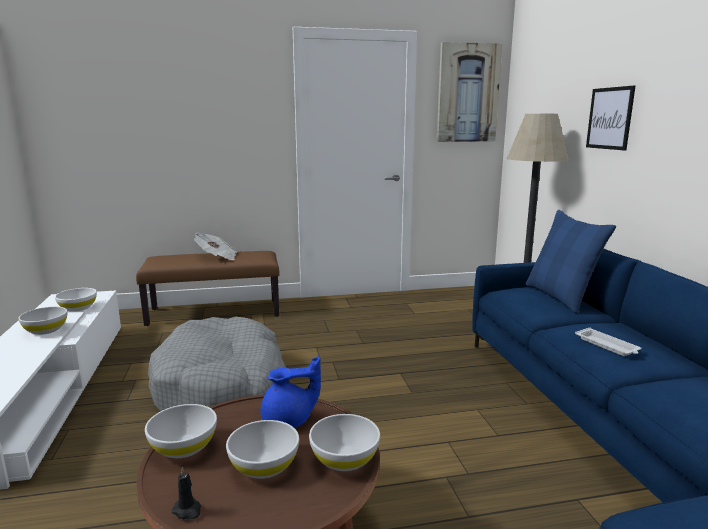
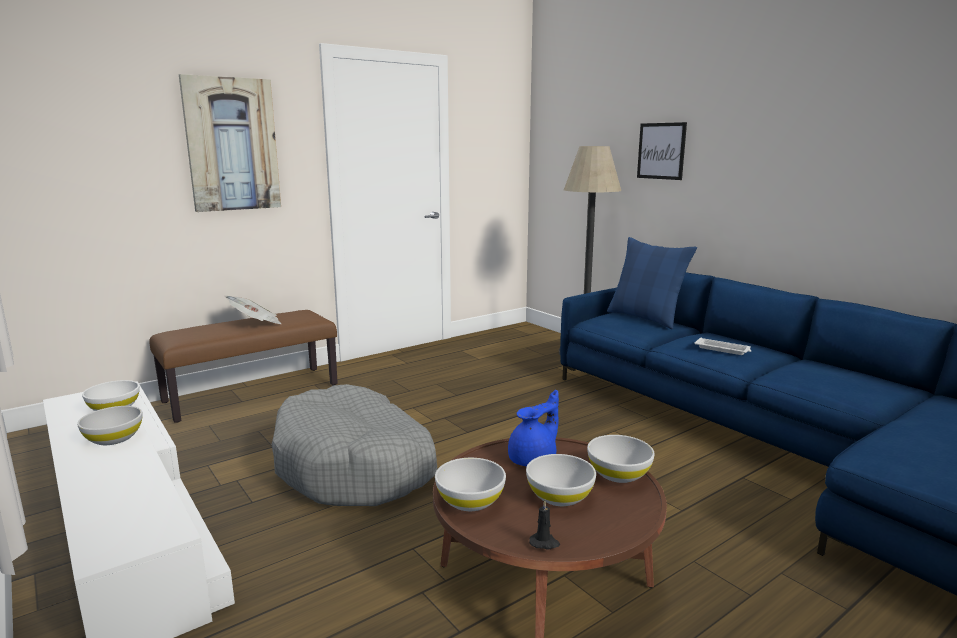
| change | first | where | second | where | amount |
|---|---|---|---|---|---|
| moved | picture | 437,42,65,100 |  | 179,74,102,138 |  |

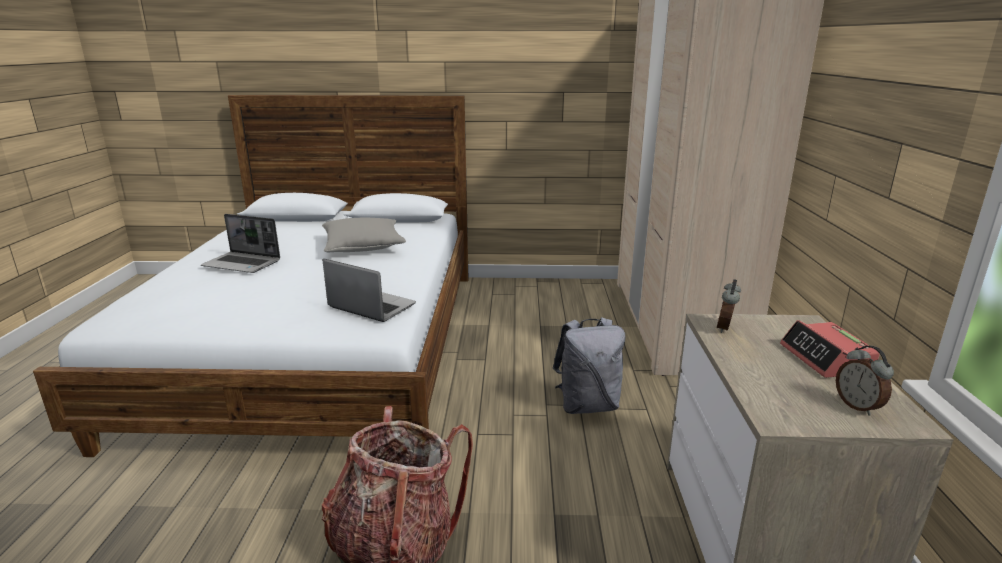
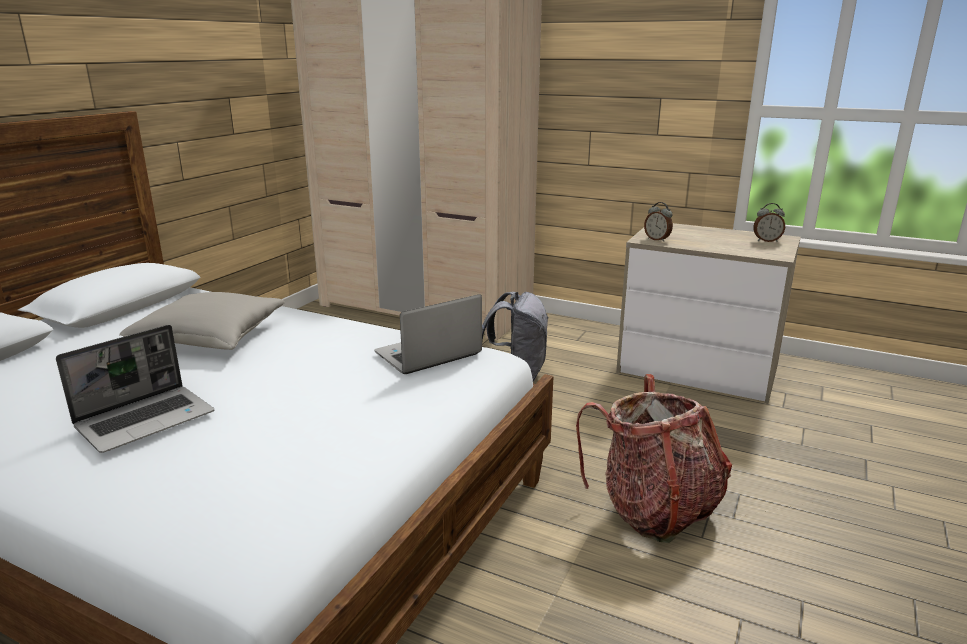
| change | first | where | second | where | amount |
|---|---|---|---|---|---|
| removed | alarm clock | 780,320,100,58 |  |  |  |

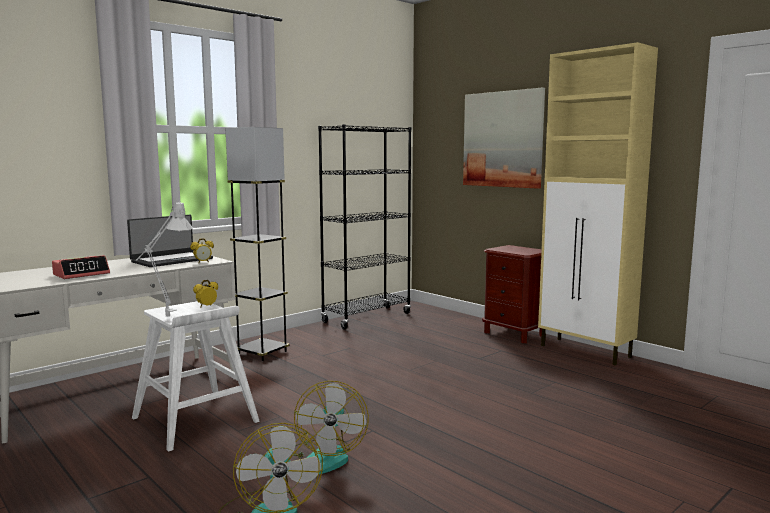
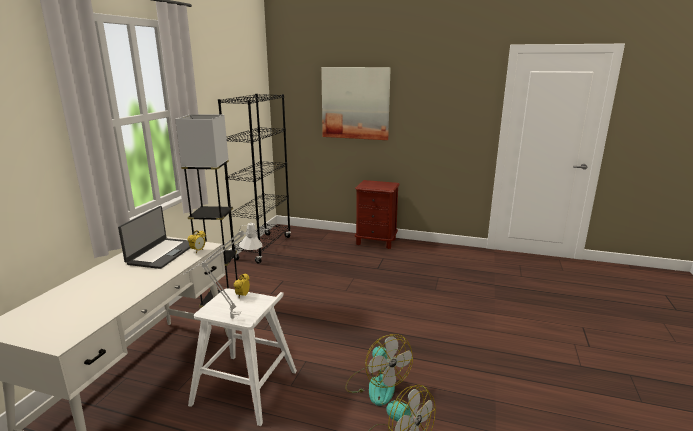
| change | first | where | second | where | amount |
|---|---|---|---|---|---|
| removed | alarm clock | 52,255,58,24 |  |  |  |
| removed | cabinet (beige) | 538,42,120,323 |  |  |  |

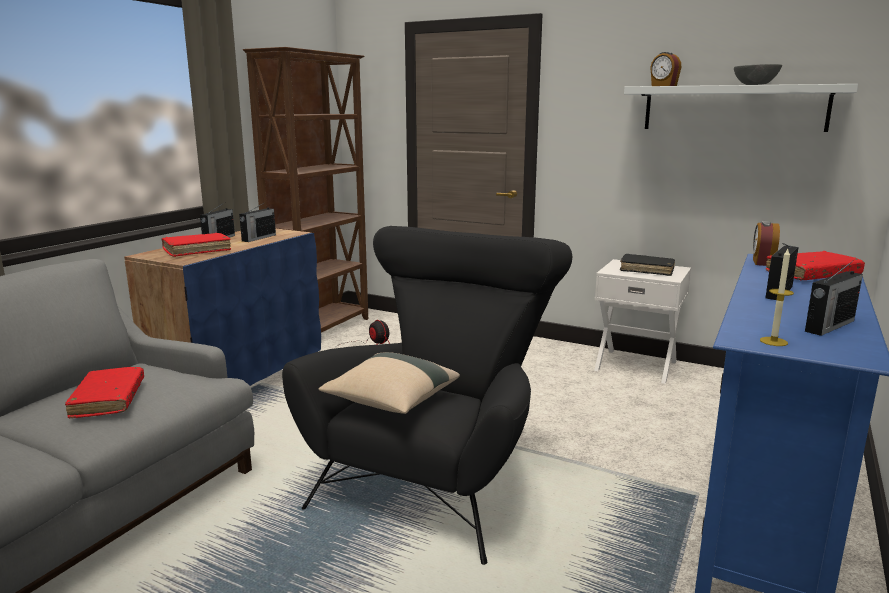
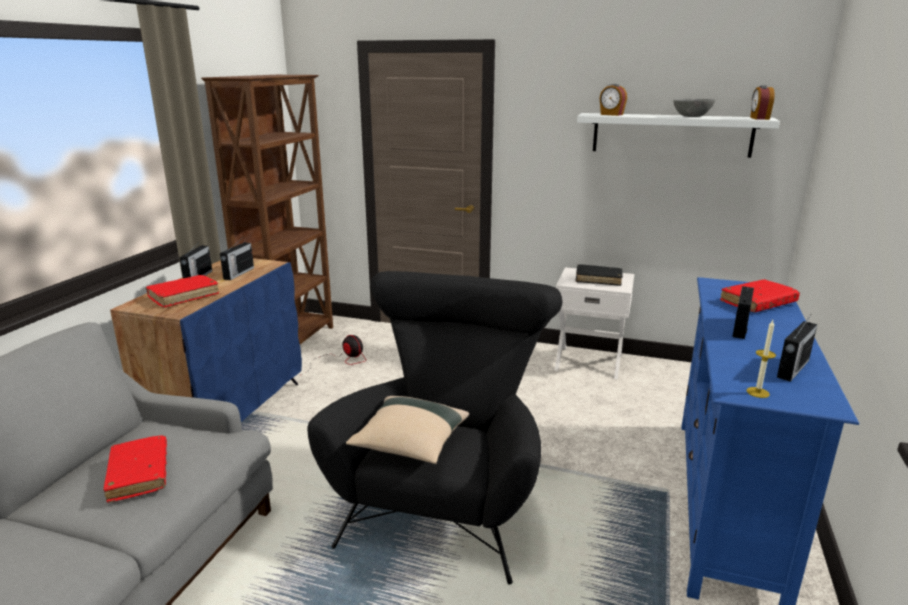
| change | first | where | second | where | amount |
|---|---|---|---|---|---|
| moved | alarm clock | 753,221,27,45 |  | 750,86,25,34 |  |

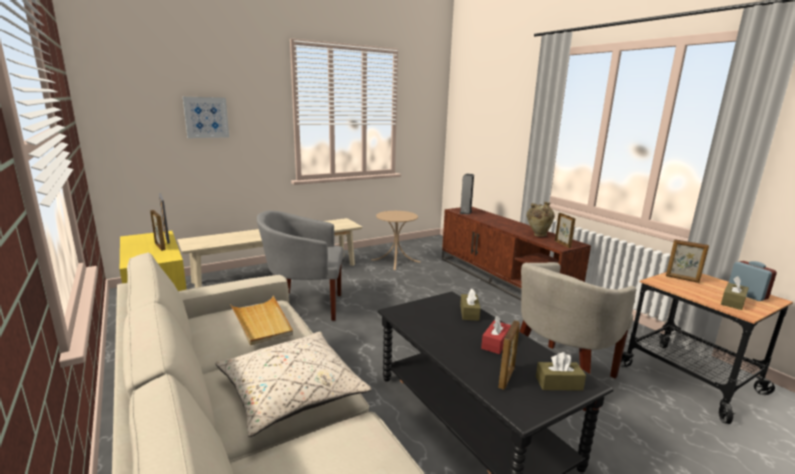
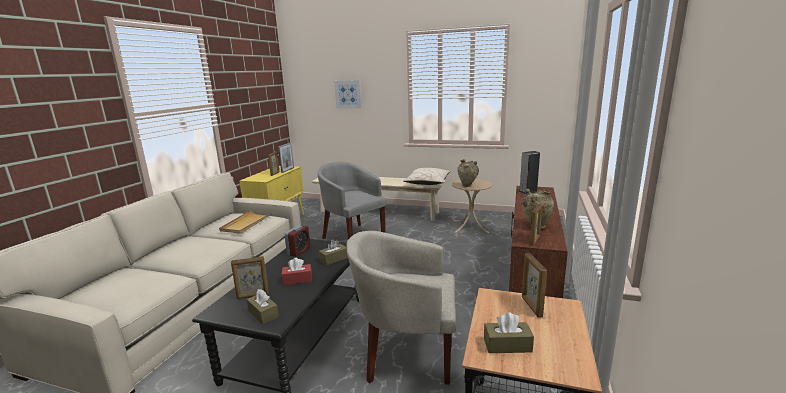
| change | first | where | second | where | amount |
|---|---|---|---|---|---|
| moved | alarm clock | 729,261,48,40 |  | 284,225,26,32 |  |
| moved | pillow (beige) | 215,331,157,106 |  | 403,168,47,17 |  |
| added |  |  | vase (beige) | 457,159,22,28 |  |

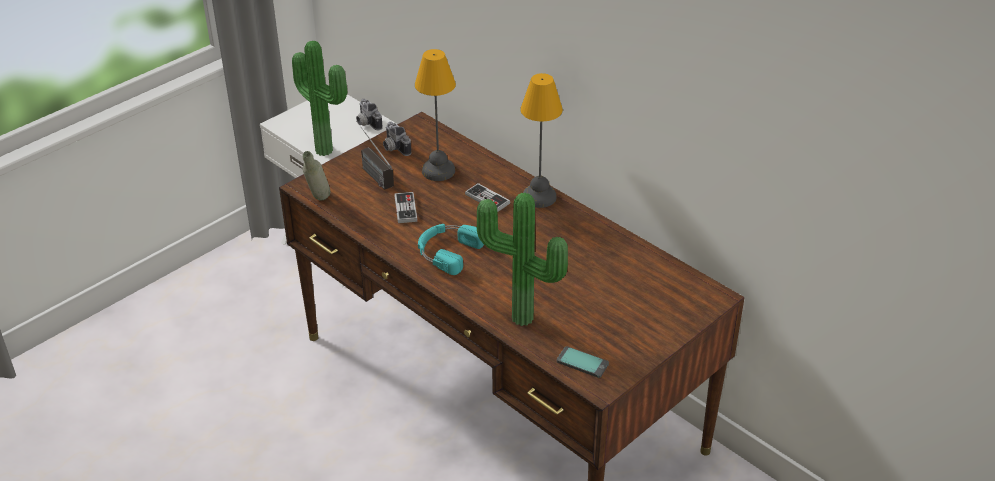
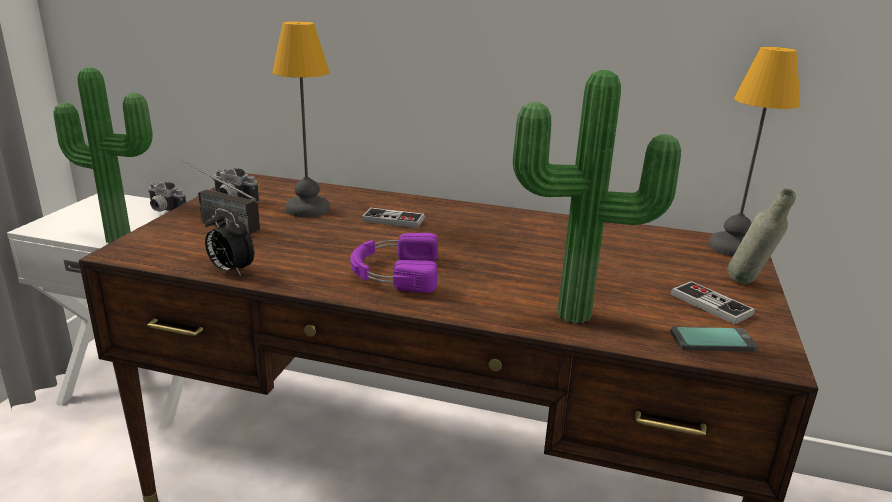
| change | first | where | second | where | amount |
|---|---|---|---|---|---|
| added |  |  | alarm clock | 205,209,49,67 |  |
| recoloured | headphones (turquoise) | 418,224,66,51 | headphones (purple) | 350,233,88,60 |  |
| moved | game controller | 394,192,24,31 |  | 671,281,84,44 |  |
| moved | table lamp | 520,73,43,135 |  | 709,47,91,210 |  |
| moved | bottle (grey) | 303,151,27,49 |  | 727,189,69,95 |  |

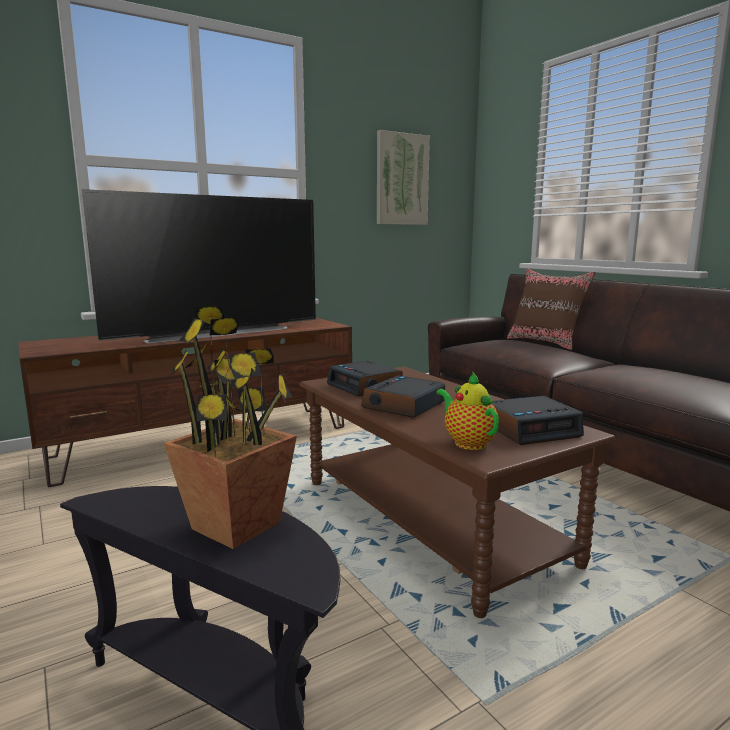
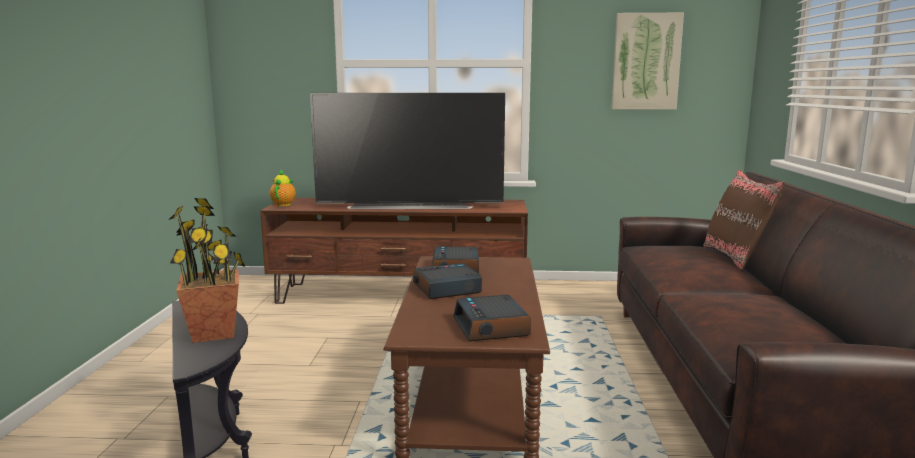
| change | first | where | second | where | amount |
|---|---|---|---|---|---|
| moved | teapot | 436,372,63,78 |  | 270,169,26,37 |  |
| turned | alarm clock | 492,396,92,49 |  | 453,295,78,46 | 60 degrees clockwise |

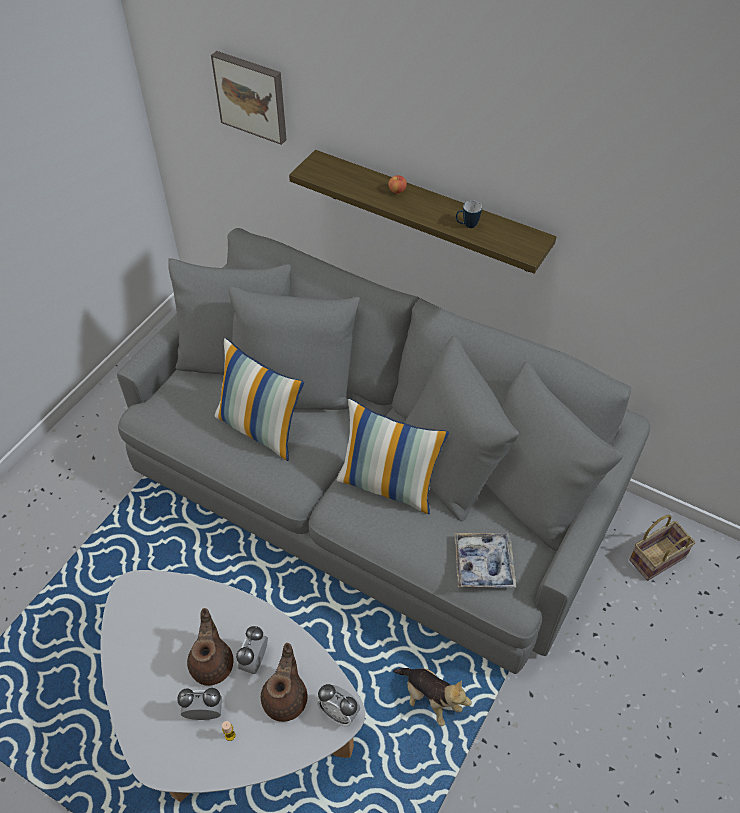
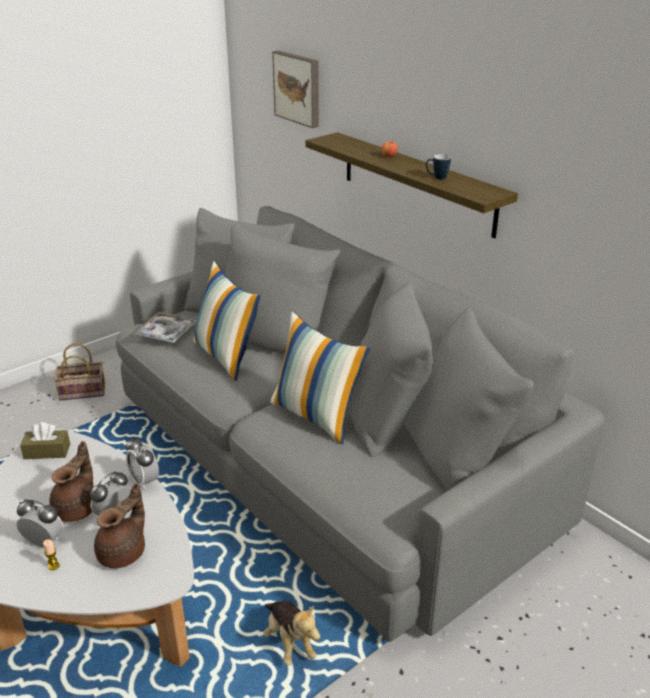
| change | first | where | second | where | amount |
|---|---|---|---|---|---|
| added |  |  | tissue box (brown) | 20,422,50,37 |  |
| moved | basket | 629,515,66,66 |  | 54,343,51,58 |  |
| moved | alarm clock | 317,684,43,42 |  | 126,437,33,53 |  |
| moved | tray | 454,533,62,55 |  | 133,312,64,31 |  |

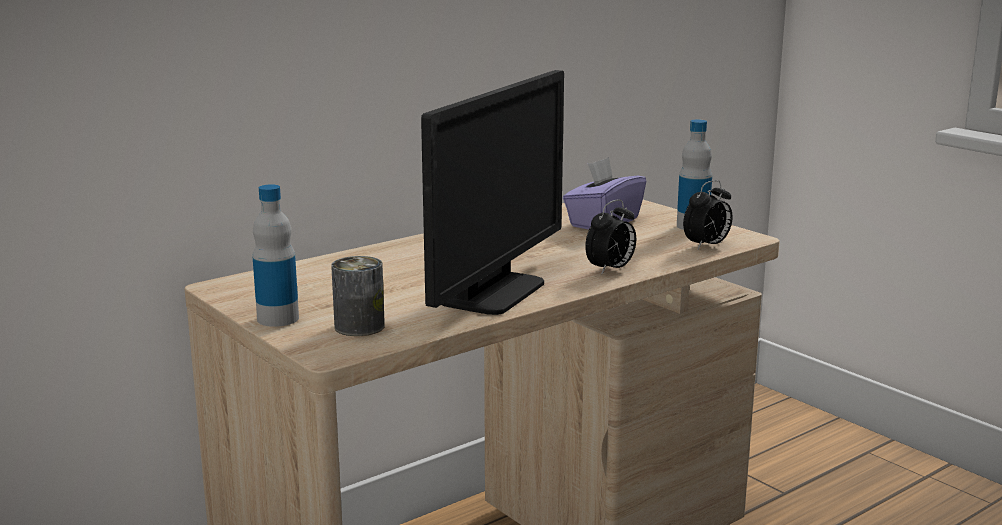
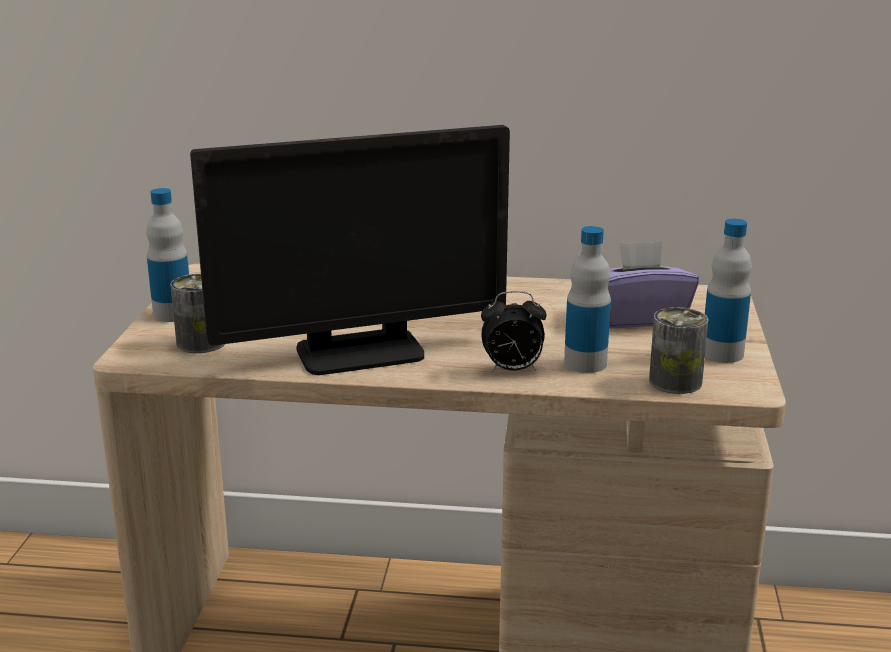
| change | first | where | second | where | amount |
|---|---|---|---|---|---|
| added |  |  | bottle | 564,226,47,147 |  |
| replaced | alarm clock | 683,180,49,70 | can | 649,307,59,87 |  |

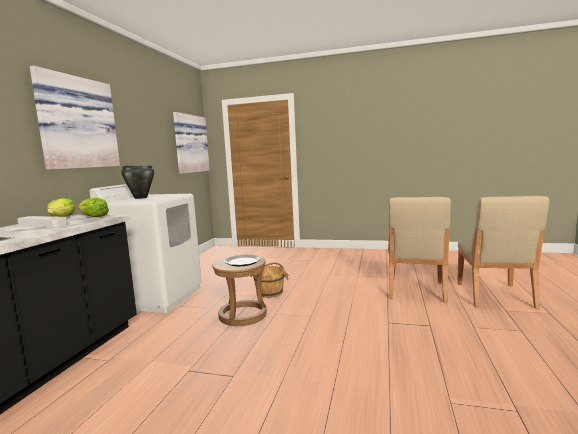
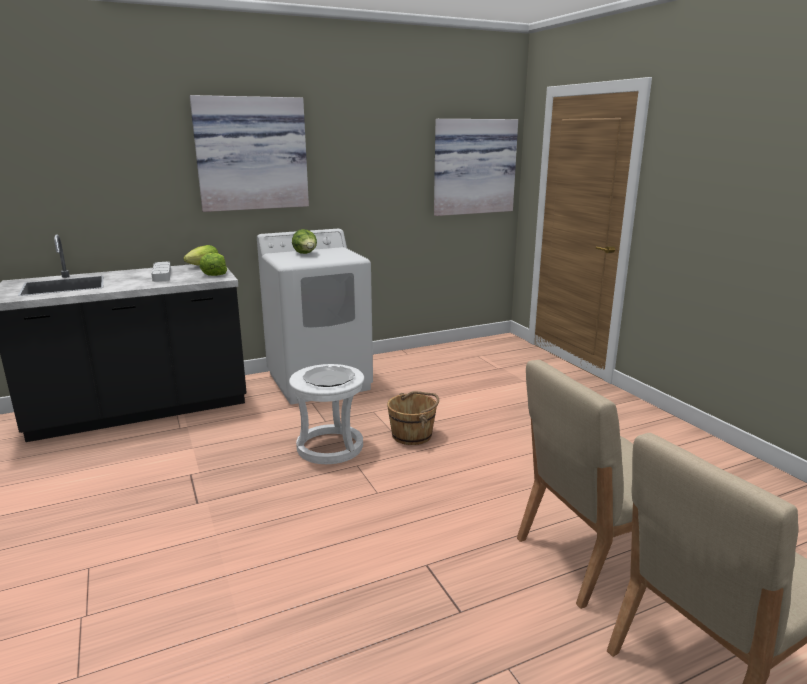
| change | first | where | second | where | amount |
|---|---|---|---|---|---|
| recoloured | stool (brown) | 212,256,55,70 | stool (white) | 289,364,75,100 |  |
| replaced | cooking pot (black) | 121,166,33,33 | lettuce | 292,229,25,25 |  |

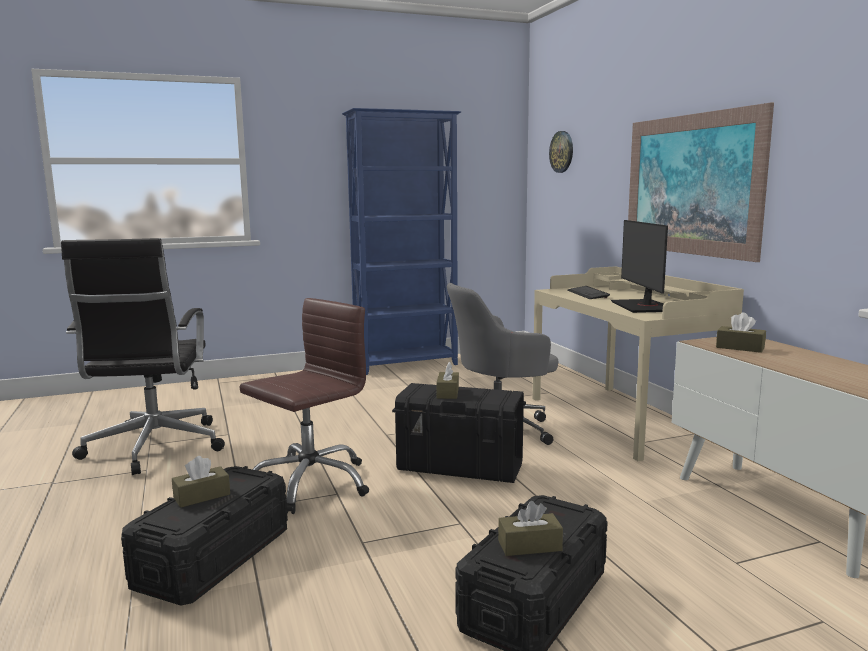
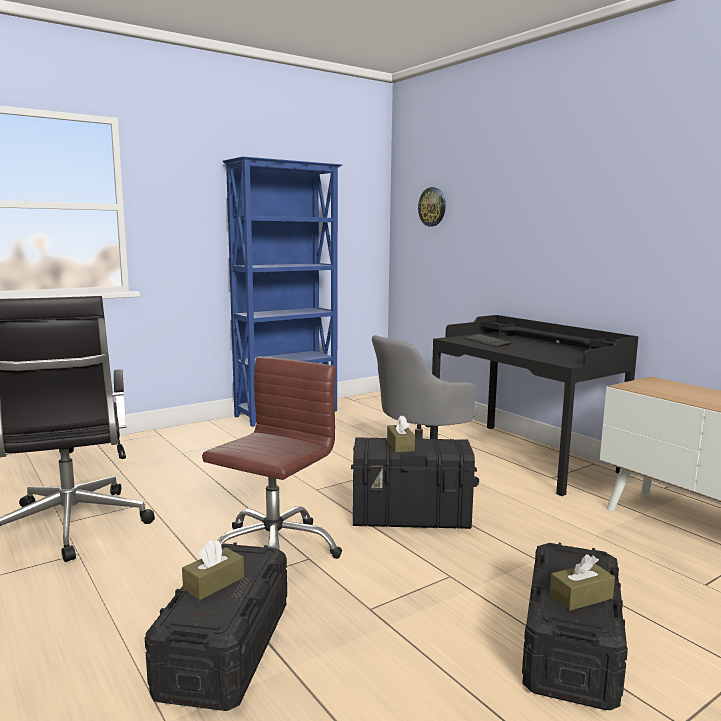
| change | first | where | second | where | amount |
|---|---|---|---|---|---|
| recoloured | desk (beige) | 532,266,212,195 | desk (black) | 430,315,208,181 |  |
| removed | monitor | 611,220,57,93 |  |  |  |
| removed | picture | 628,102,146,160 |  |  |  |
| removed | tissue box (brown) | 716,312,50,41 |  |  |  |

